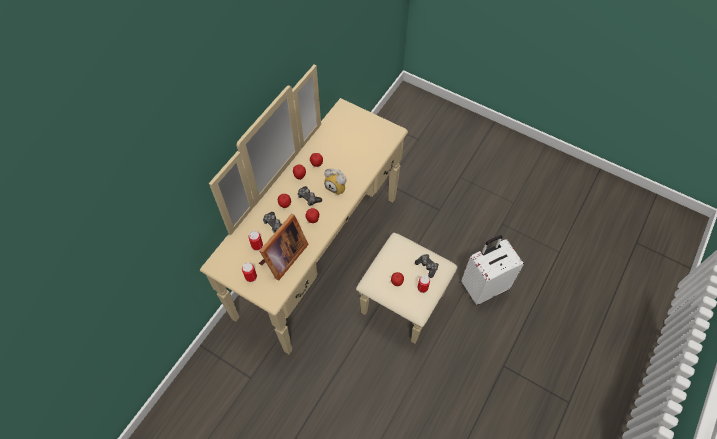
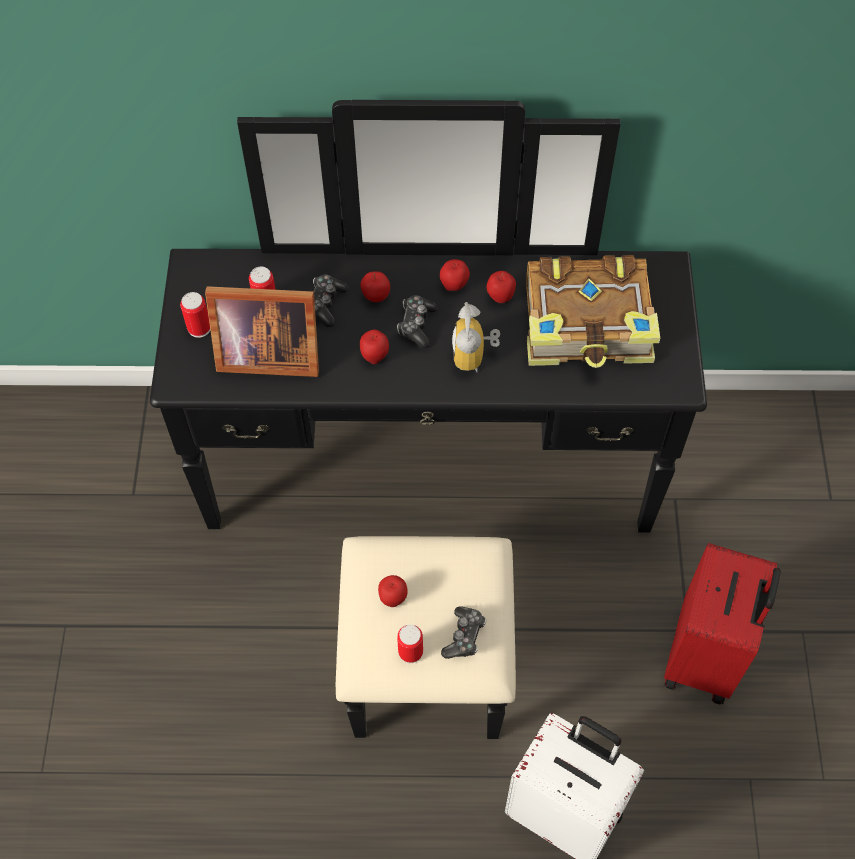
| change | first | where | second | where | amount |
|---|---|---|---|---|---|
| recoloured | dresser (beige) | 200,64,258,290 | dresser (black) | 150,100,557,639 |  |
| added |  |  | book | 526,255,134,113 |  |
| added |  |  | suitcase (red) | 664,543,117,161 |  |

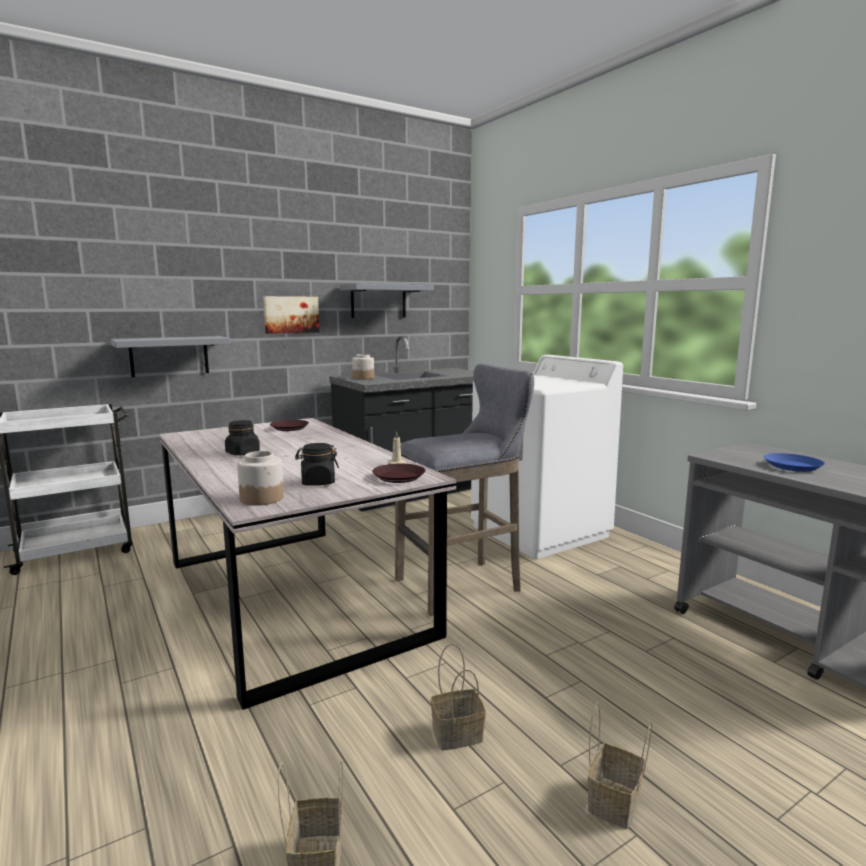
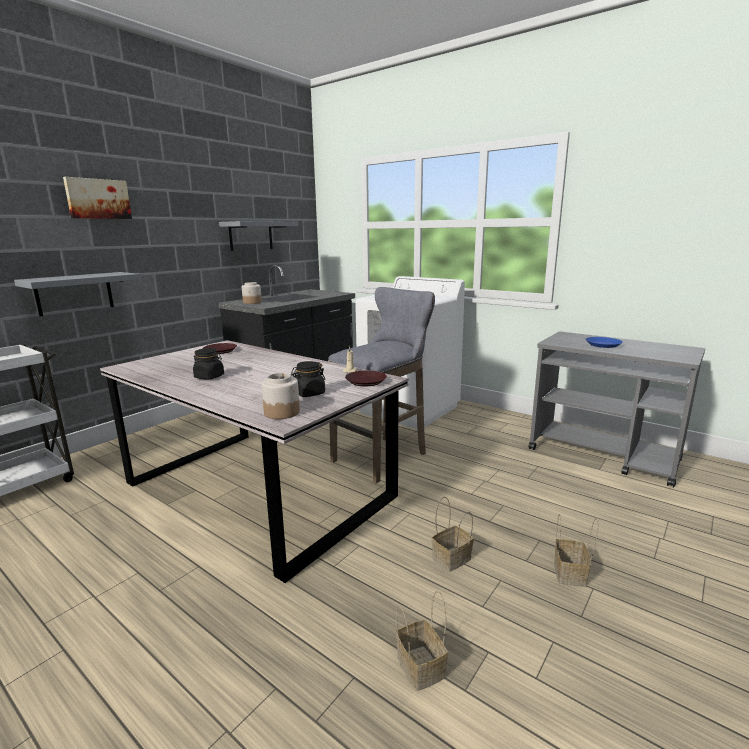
| change | first | where | second | where | amount |
|---|---|---|---|---|---|
| moved | picture | 263,296,57,38 |  | 63,177,69,42 |  |

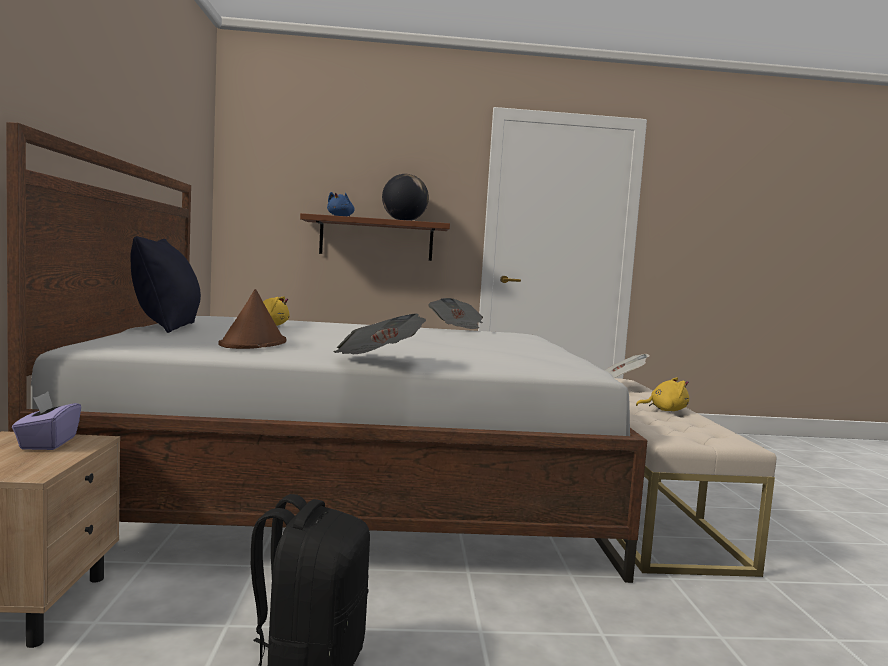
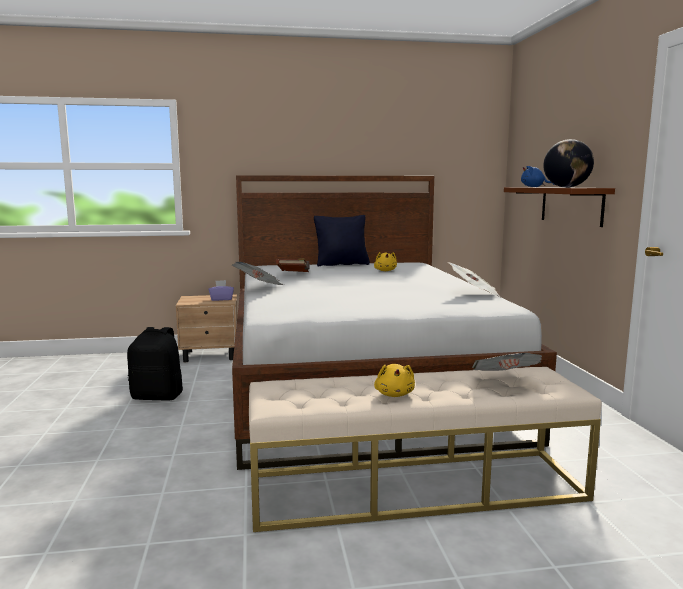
| change | first | where | second | where | amount |
|---|---|---|---|---|---|
| replaced | hat (brown) | 218,289,68,60 | book (brown) | 276,258,34,14 |  |

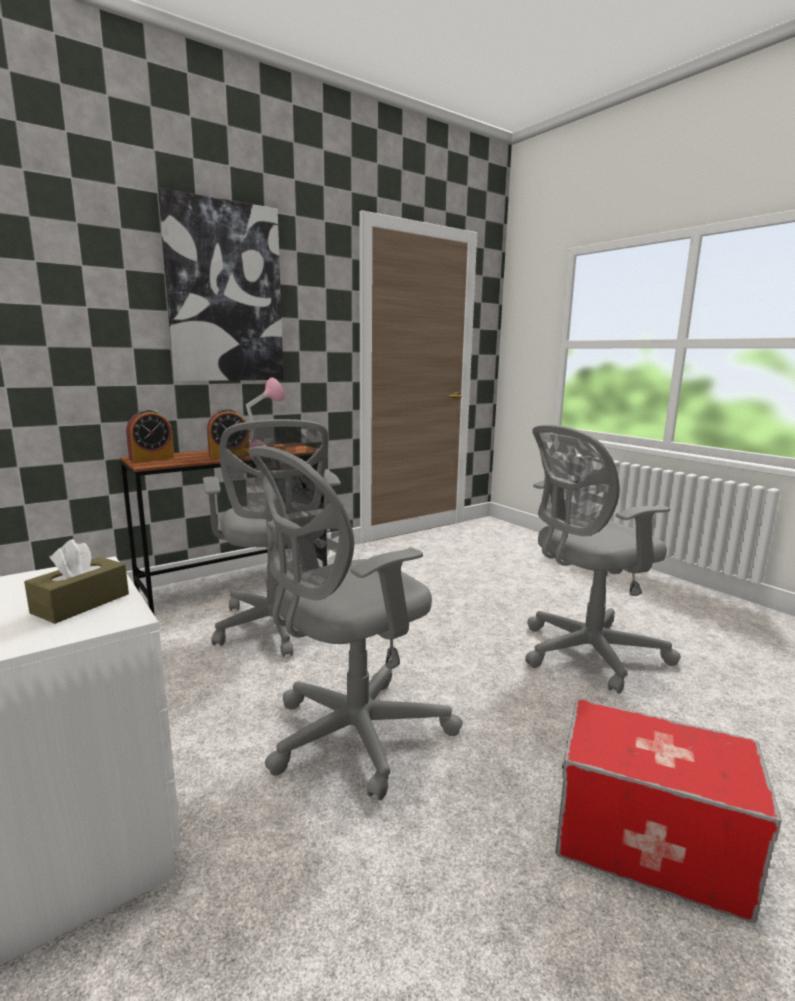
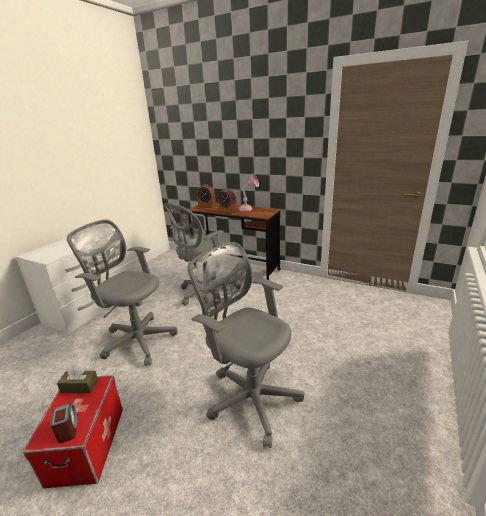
| change | first | where | second | where | amount |
|---|---|---|---|---|---|
| added |  |  | alarm clock | 50,403,28,40 |  |
| moved | tissue box (brown) | 24,539,105,85 |  | 57,366,41,27 |  |
| removed | picture | 158,188,126,193 |  |  |  |

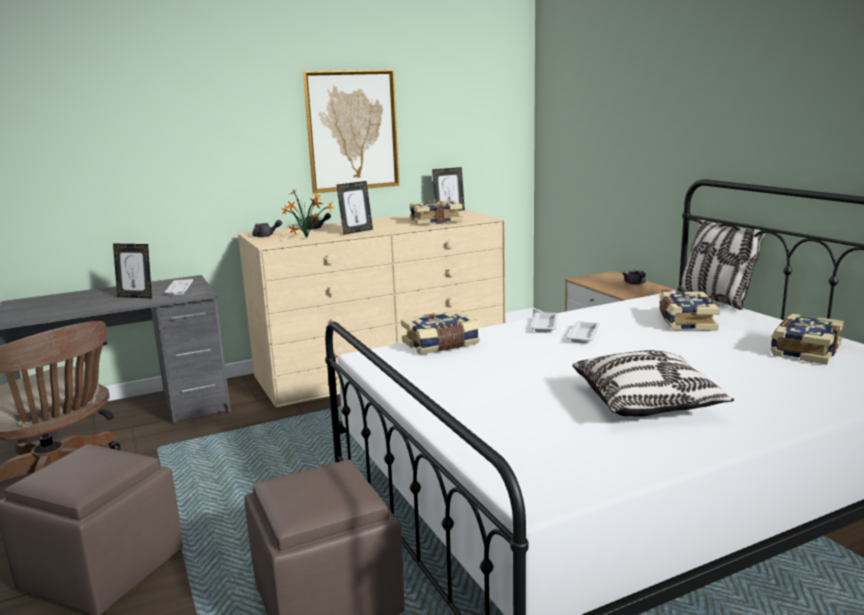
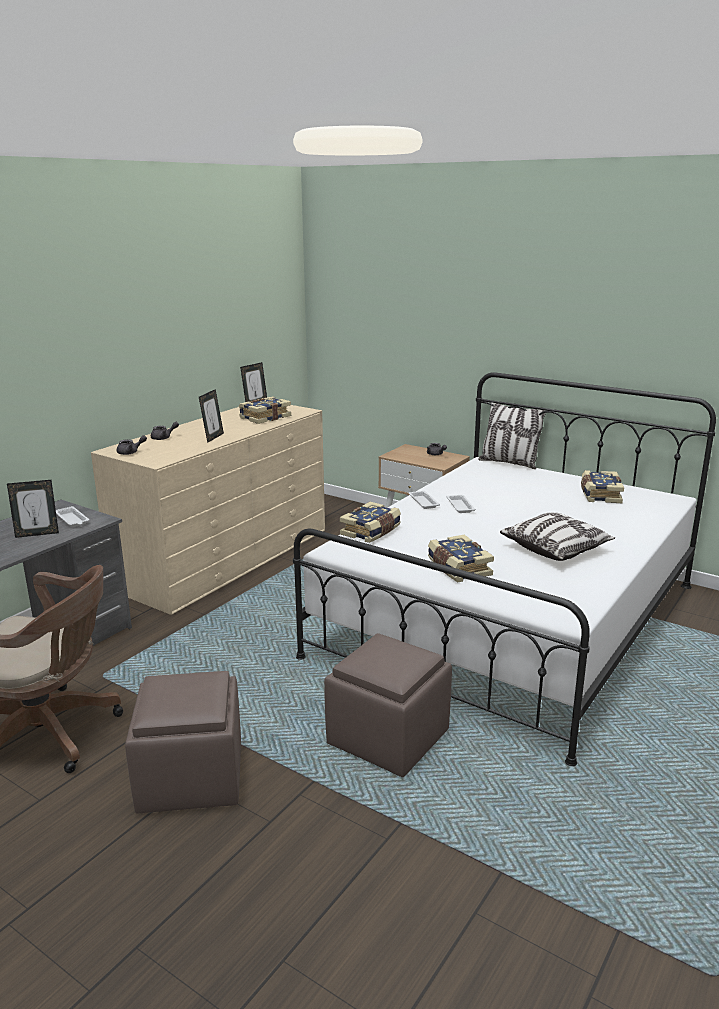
| change | first | where | second | where | amount |
|---|---|---|---|---|---|
| moved | book | 659,292,61,39 |  | 428,534,66,49 |  |
| removed | potted plant | 281,188,52,50 |  |  |  |
| removed | picture | 303,70,96,123 |  |  |  |

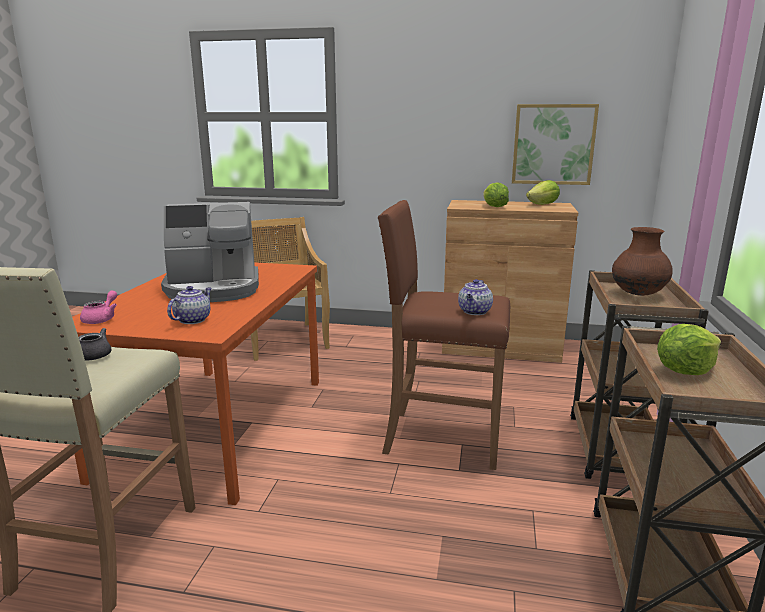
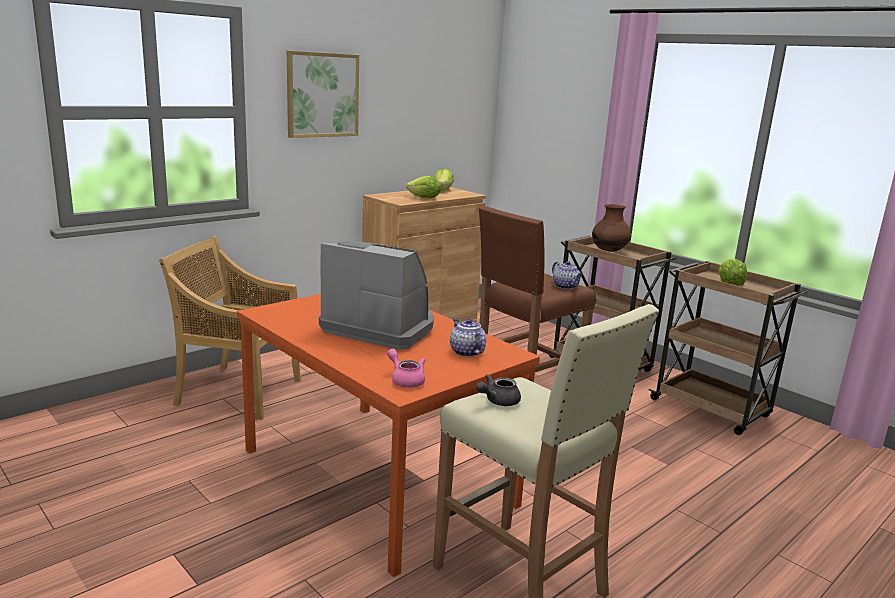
| change | first | where | second | where | amount |
|---|---|---|---|---|---|
| moved | picture | 512,104,87,81 |  | 287,51,72,87 |  |
| turned | coffee machine | 161,202,98,100 |  | 319,241,115,109 | 90 degrees counterclockwise |

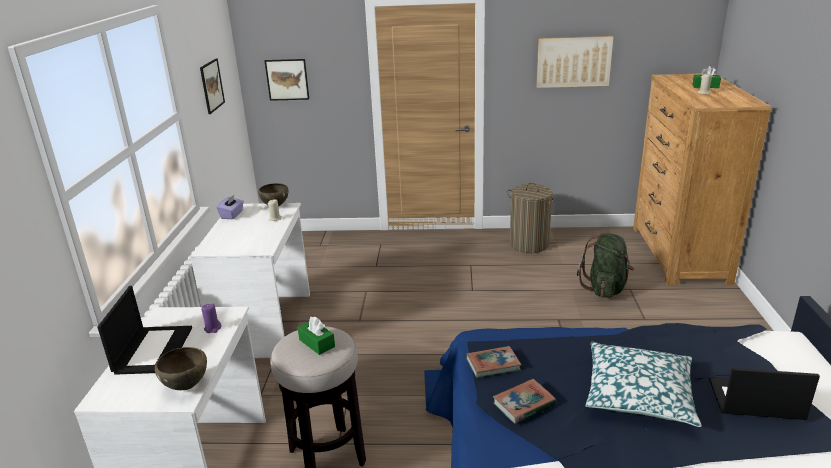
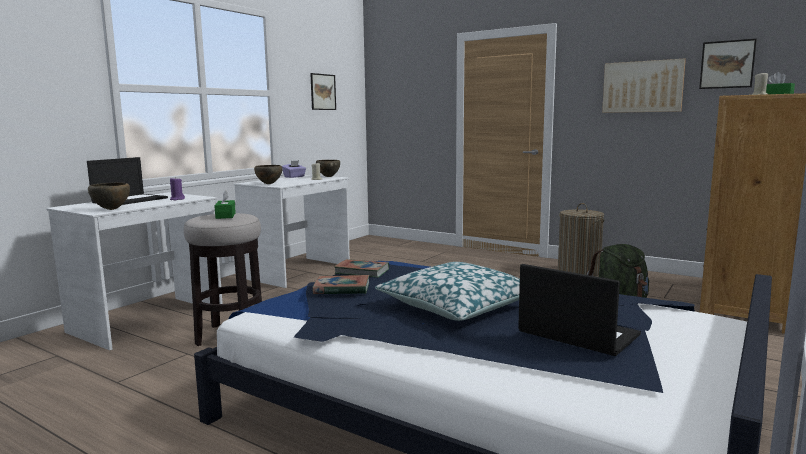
| change | first | where | second | where | amount |
|---|---|---|---|---|---|
| added |  |  | bowl (brown) | 254,165,28,19 |  |
| moved | picture | 264,59,45,42 |  | 699,38,58,51 |  |

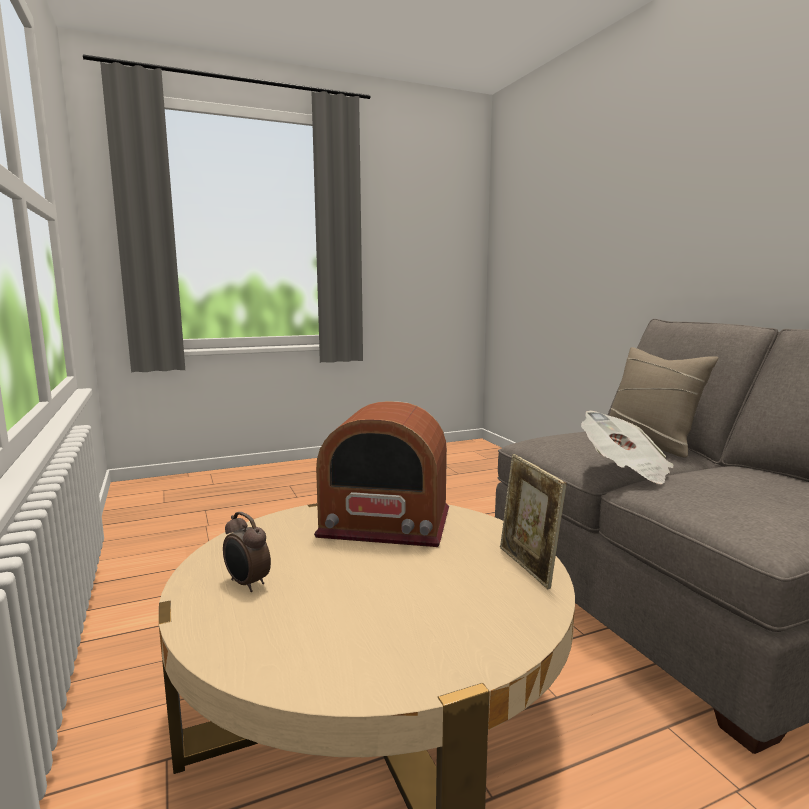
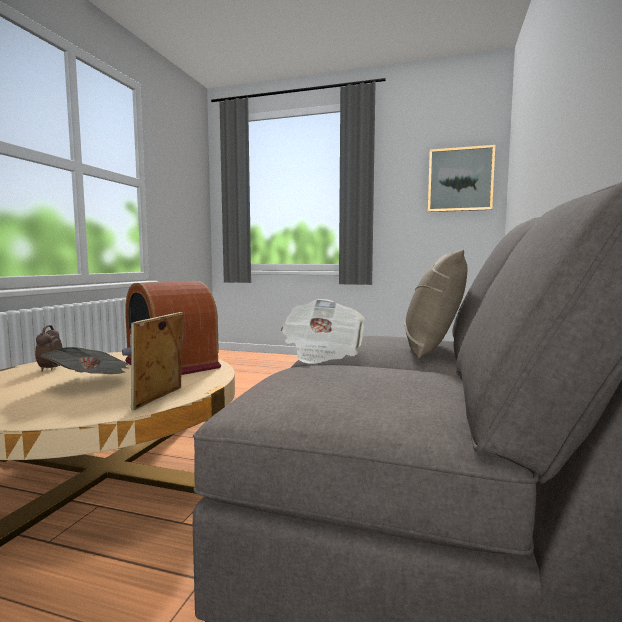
| change | first | where | second | where | amount |
|---|---|---|---|---|---|
| added |  |  | newspaper | 40,347,89,27 |  |
| added |  |  | picture | 428,145,67,67 |  |

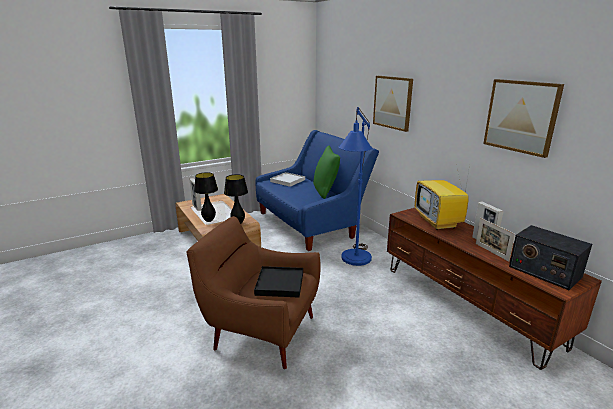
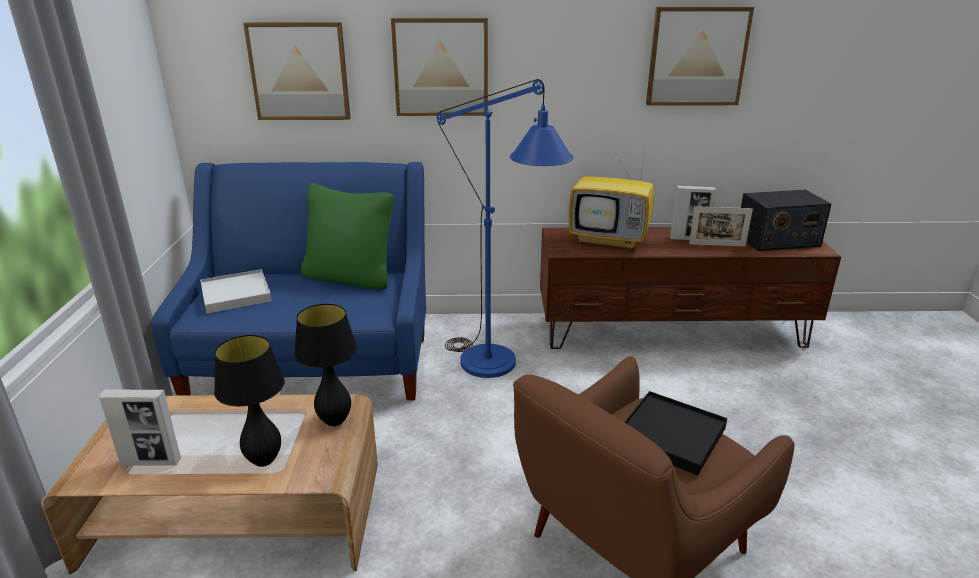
| change | first | where | second | where | amount |
|---|---|---|---|---|---|
| added |  |  | picture | 243,22,107,98 |  |

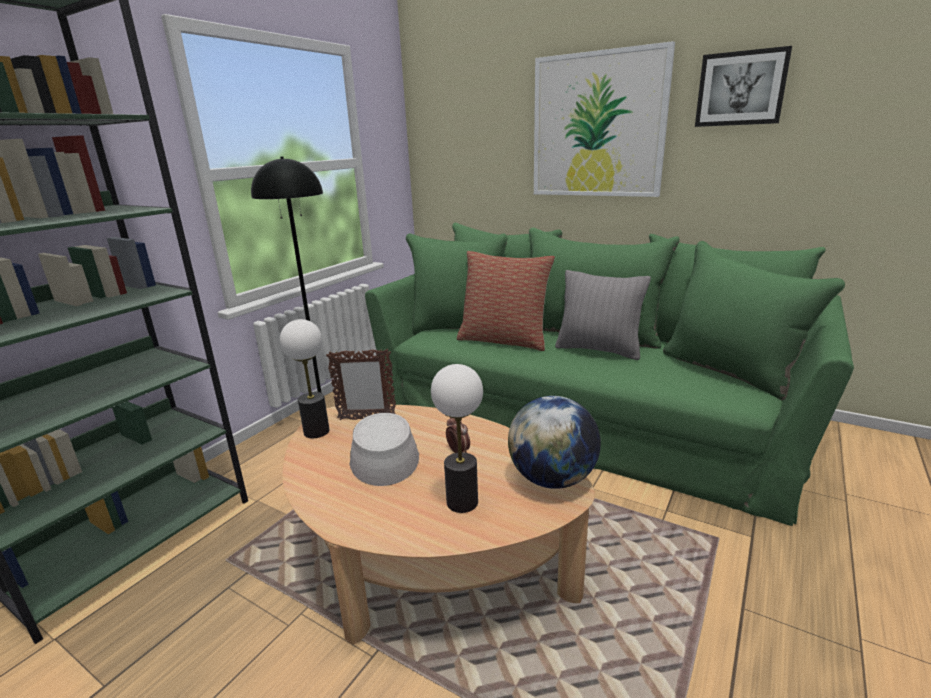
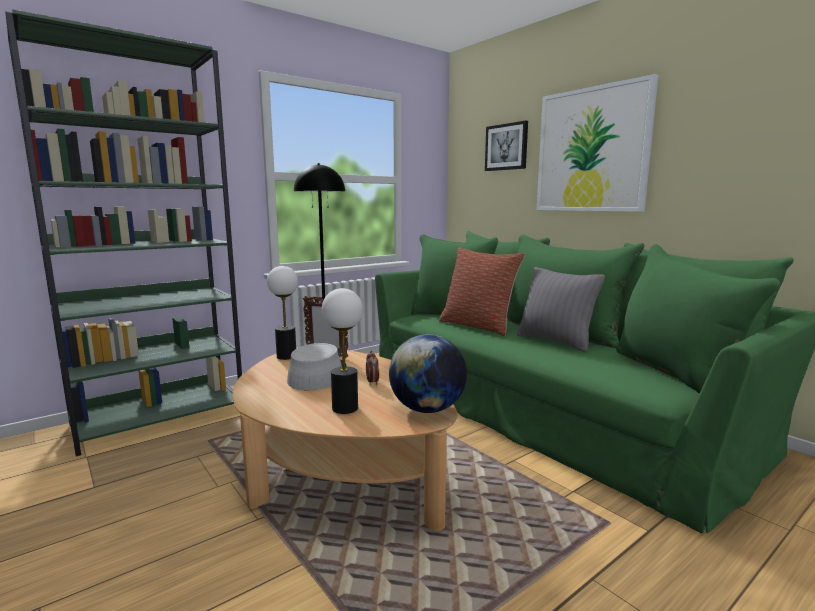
| change | first | where | second | where | amount |
|---|---|---|---|---|---|
| moved | picture | 695,46,97,81 |  | 485,121,43,50 |  |

